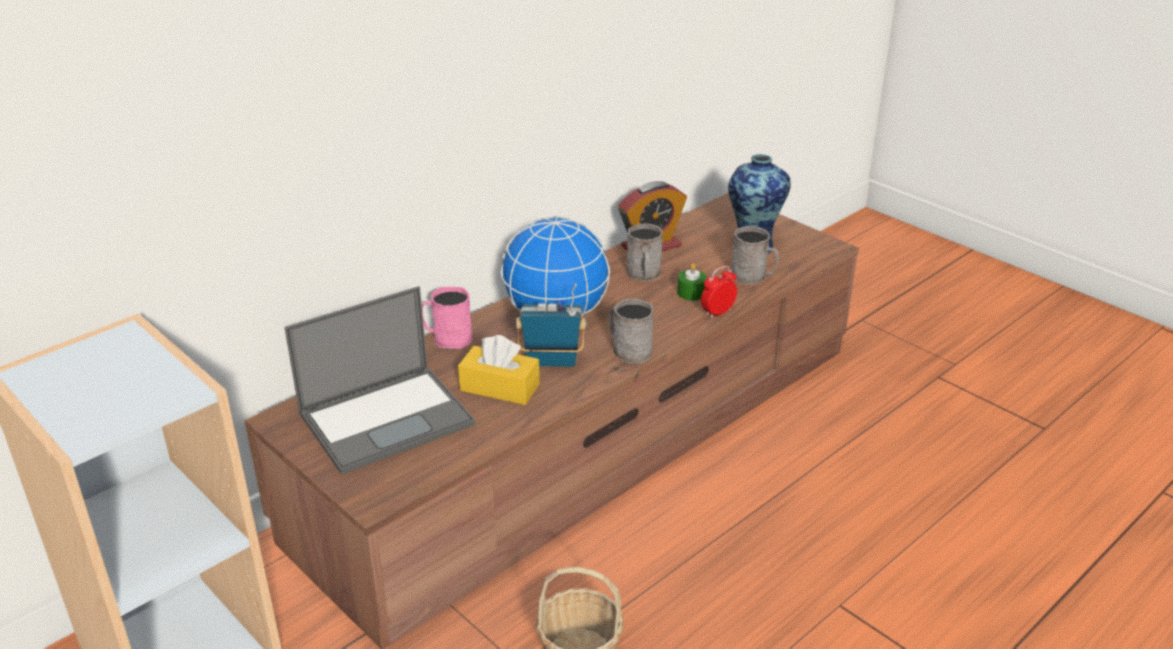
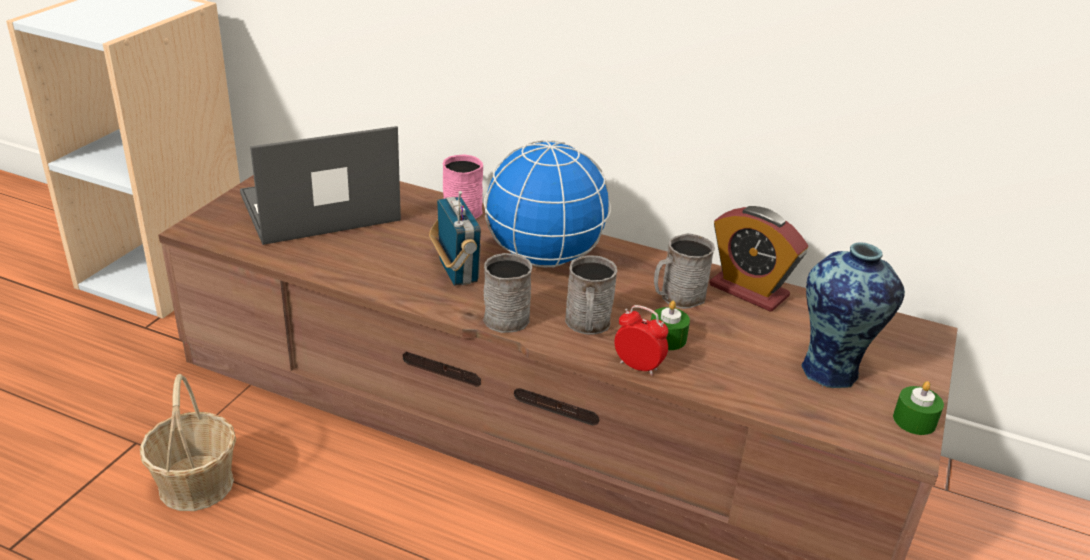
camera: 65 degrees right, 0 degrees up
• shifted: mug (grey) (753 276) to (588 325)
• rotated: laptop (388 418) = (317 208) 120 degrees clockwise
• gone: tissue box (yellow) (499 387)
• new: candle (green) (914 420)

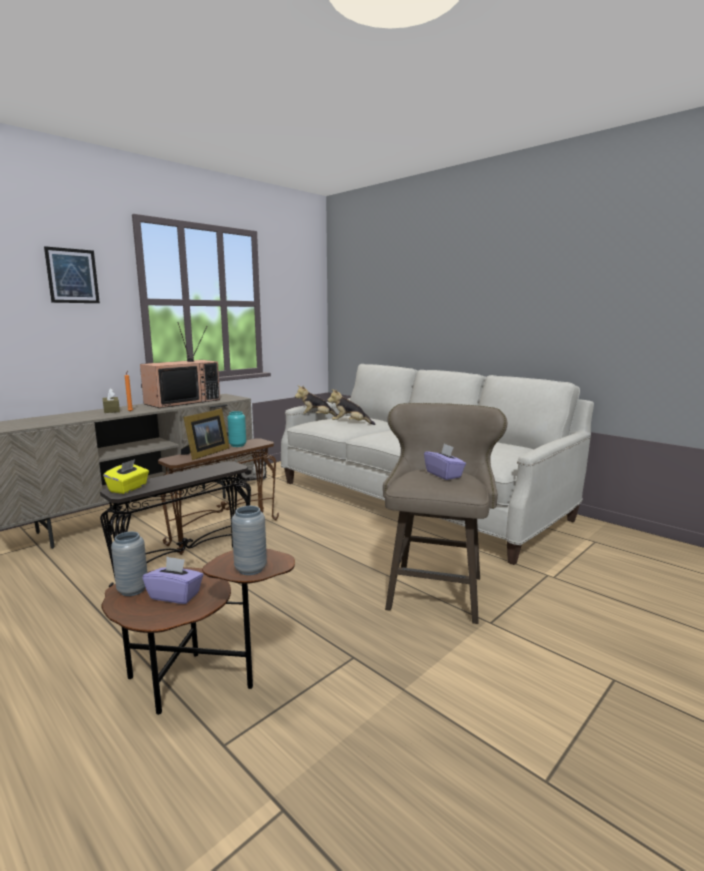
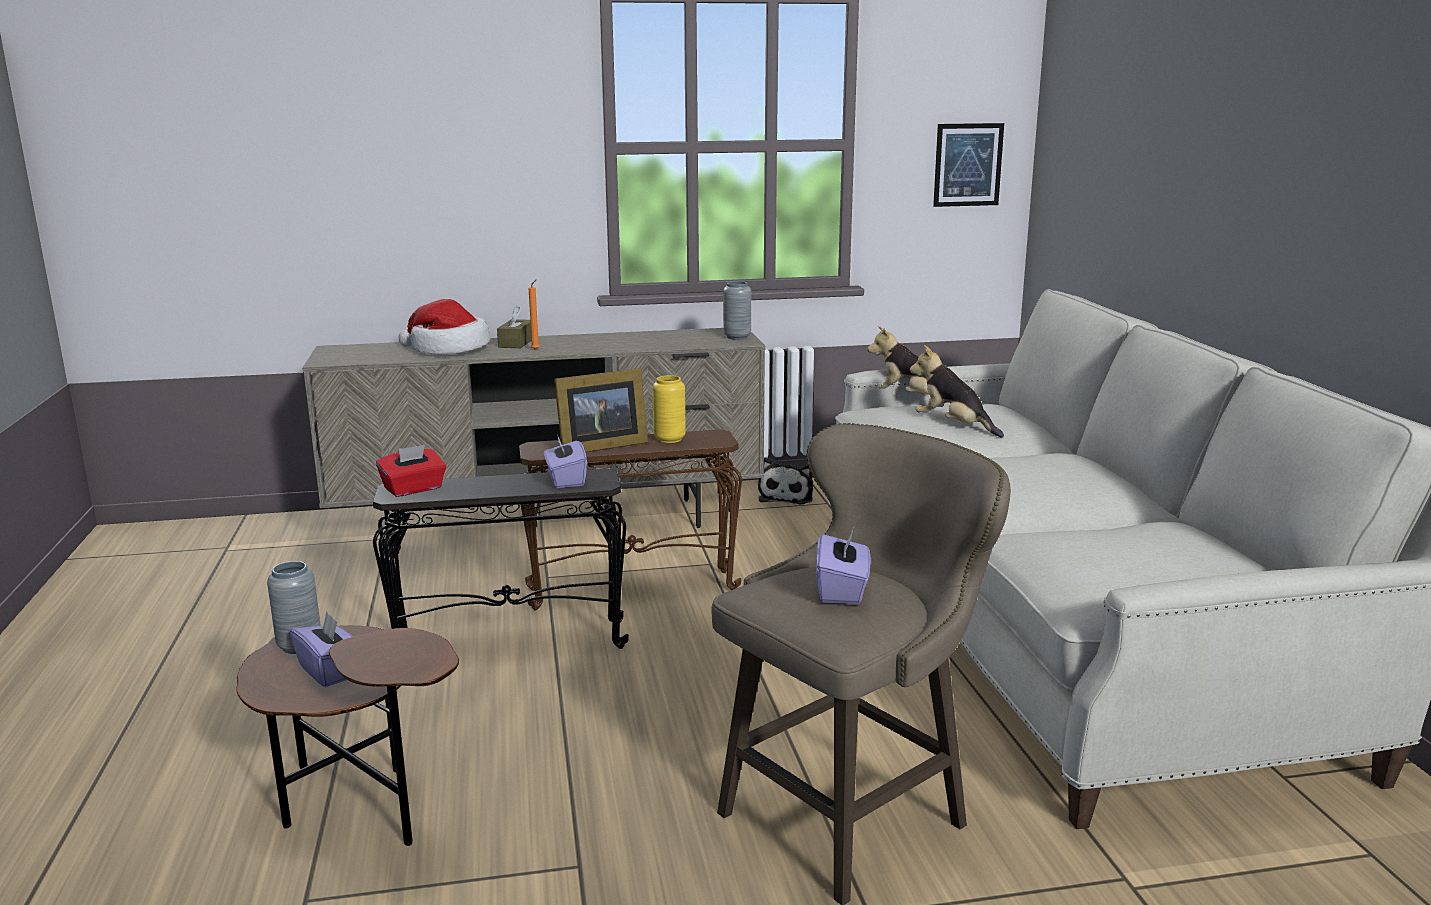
camera: 35 degrees right, 5 degrees up
• shifted: picture (72 276) to (968 165)
• gone: television (183 401)
• repainted: vase (turquoise) (237 445) to vase (yellow) (669 439)
• repainted: tissue box (yellow) (128 488) to tissue box (red) (414 489)
• shifted: vase (grey) (250 569) to (737 337)
• new: hat (448 349)
• new: tissue box (purple) (565 480)

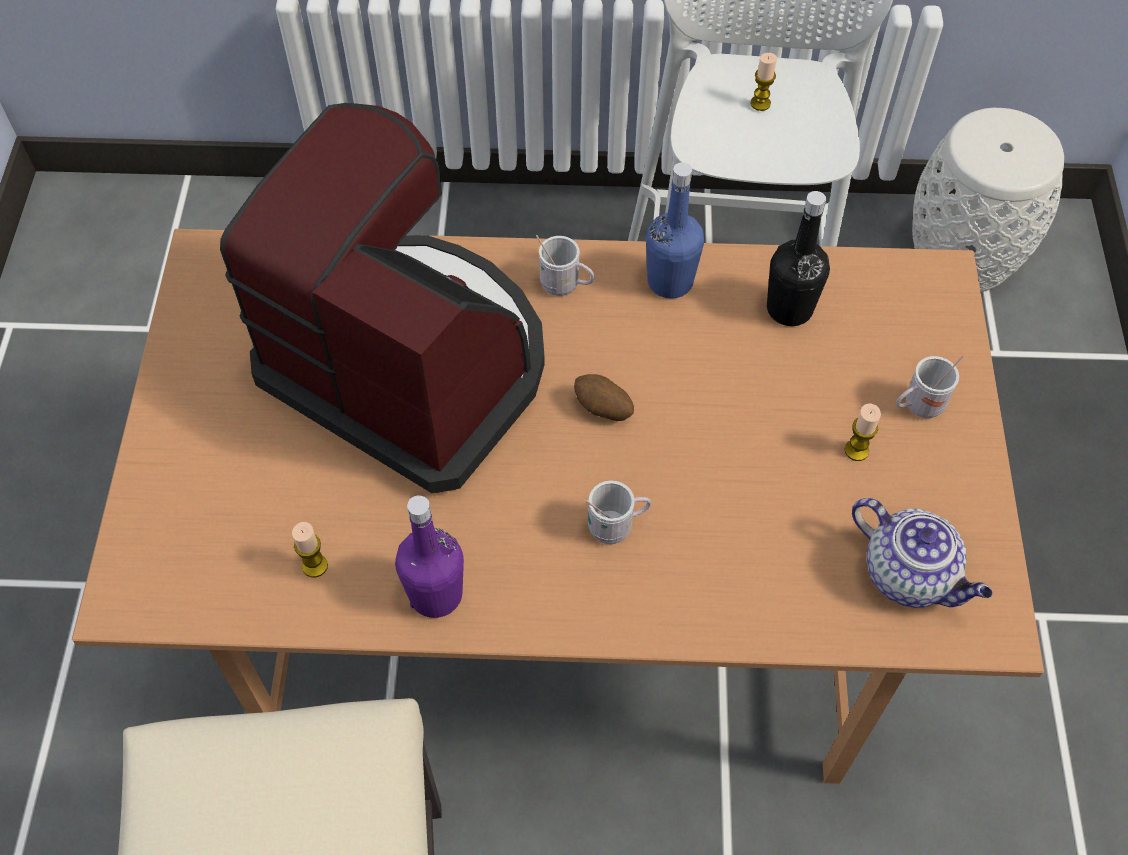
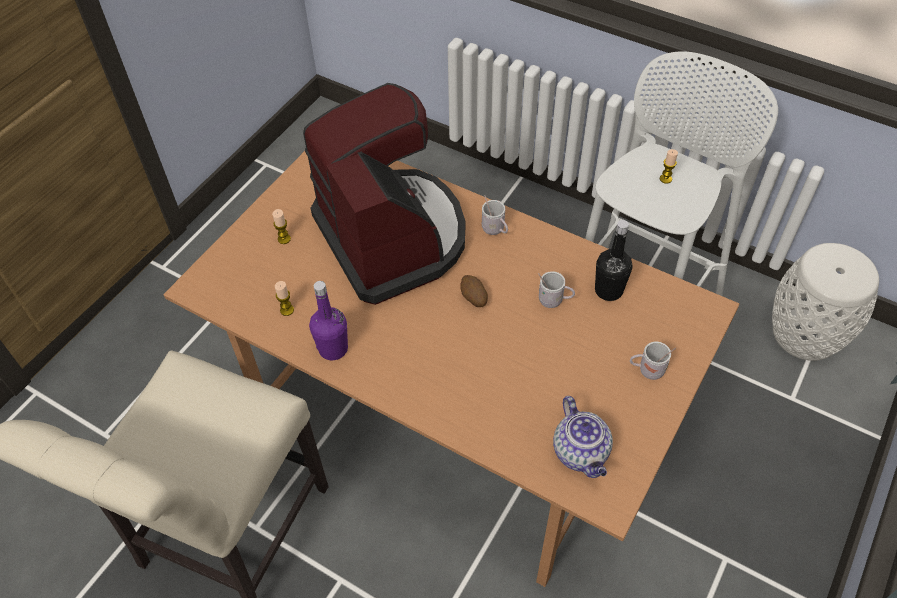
camera: 30 degrees right, 5 degrees down
• gone: bottle (blue) (670 281)
• shifted: candle (856 450) to (284 239)
• shifted: mug (white) (616 526) to (554 301)

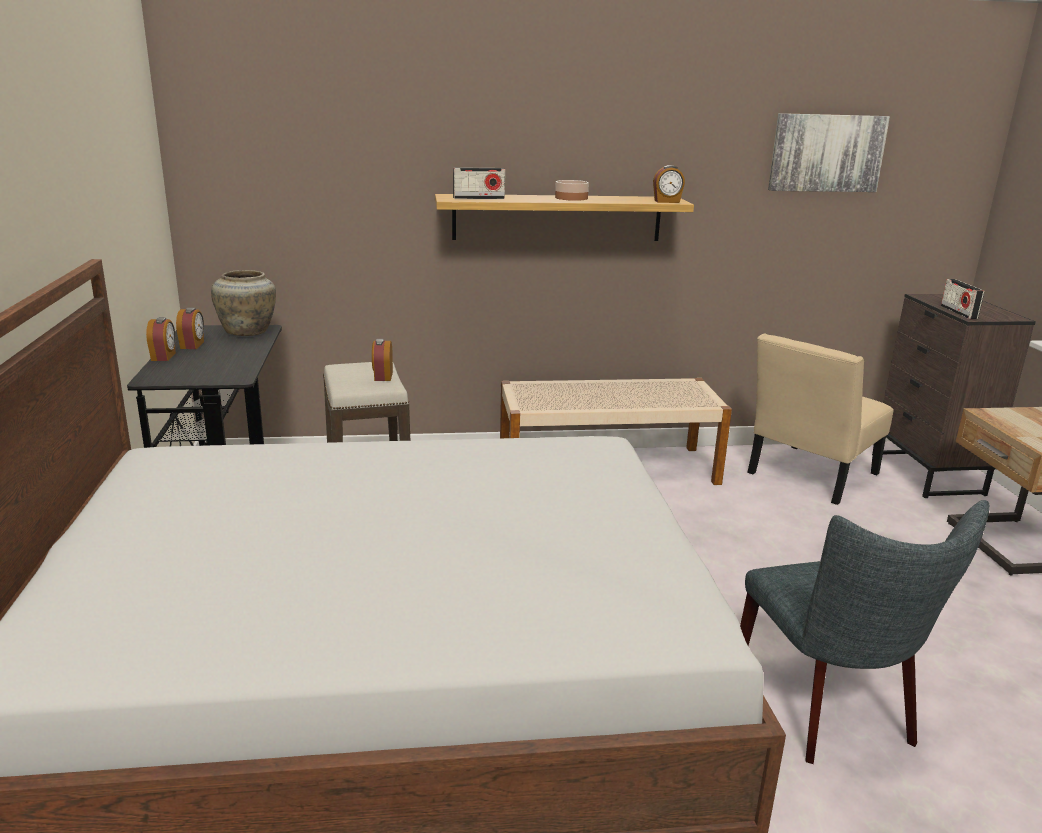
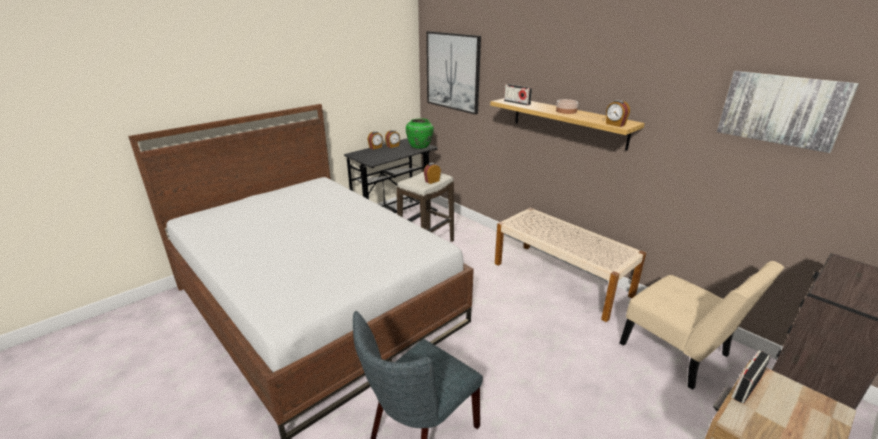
camera: 55 degrees right, 5 degrees up
• repainted: vase (beige) (248 332) to vase (green) (420 146)
• shifted: radio (958 312) to (746 387)
• rotated: chair (beige) (808 476) = (679 353) 135 degrees counterclockwise
• new: picture (453 72)

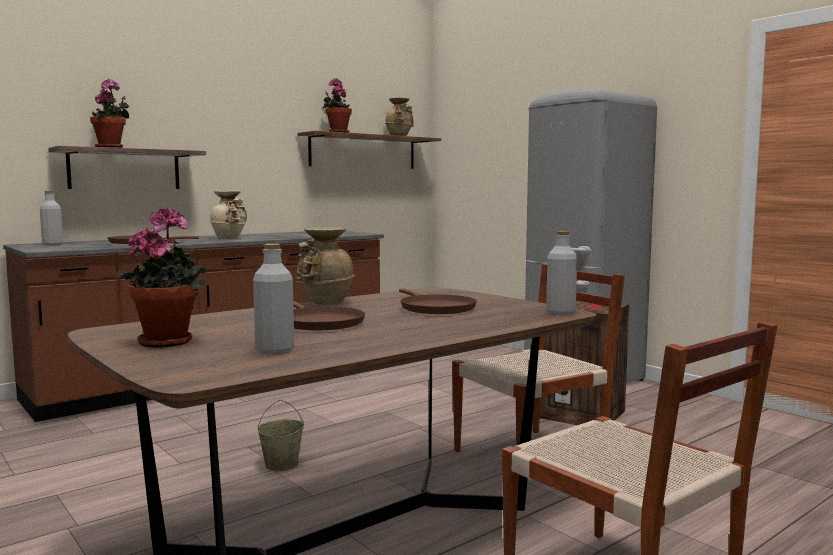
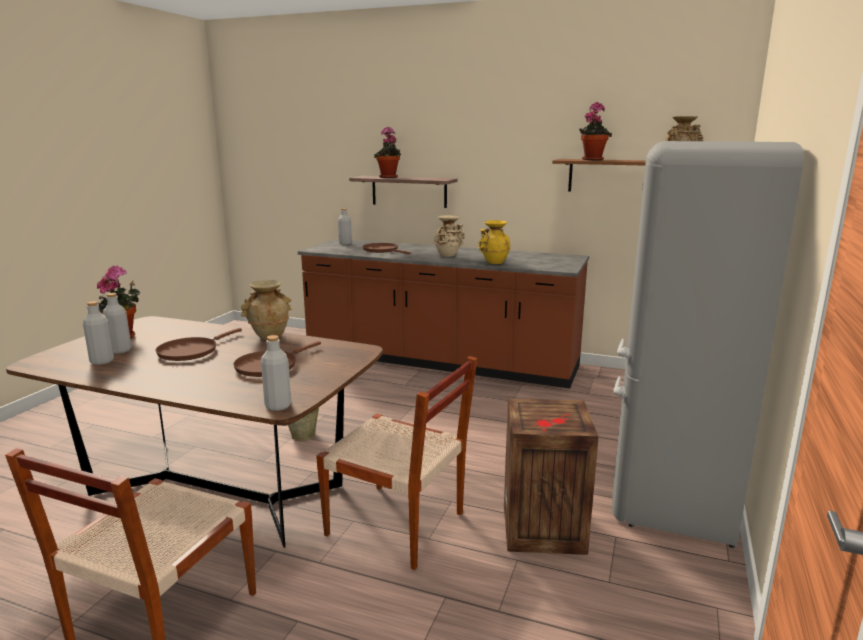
camera: 60 degrees right, 10 degrees up
• new: vase (yellow) (493 262)
• new: bottle (grey) (120 350)

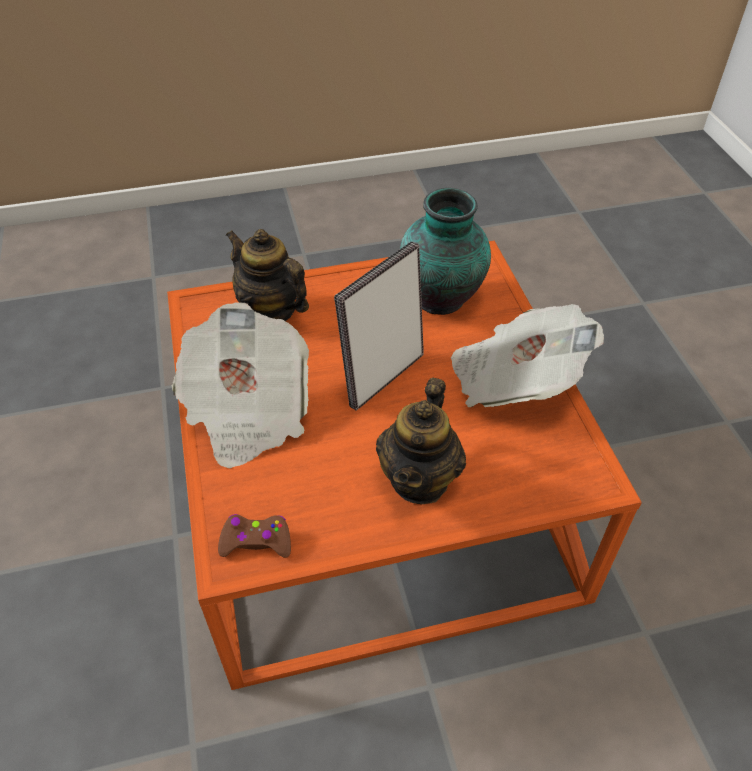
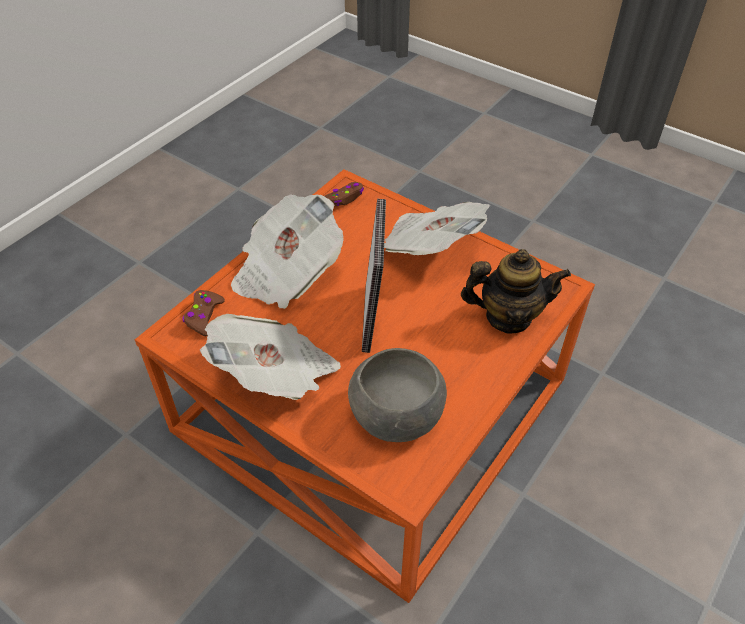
camera: 140 degrees right, 0 degrees up
• swapped: vase (443 298) to bowl (grey) (396 415)
• swapped: teapot (420 479) to newspaper (287 272)
• new: game controller (brown) (204 316)

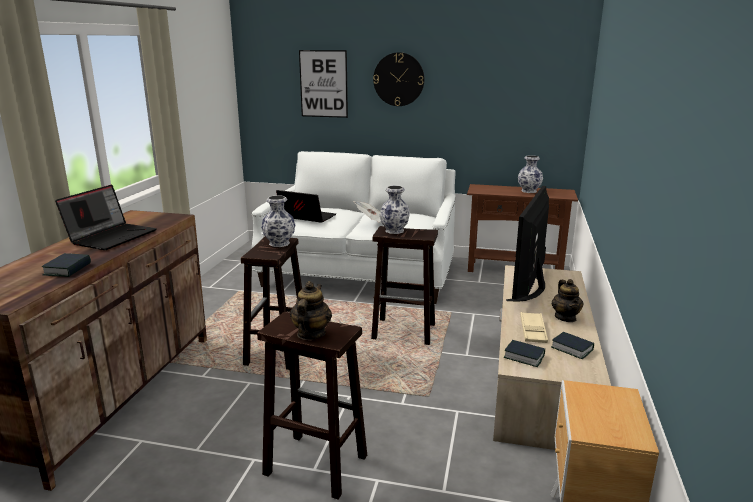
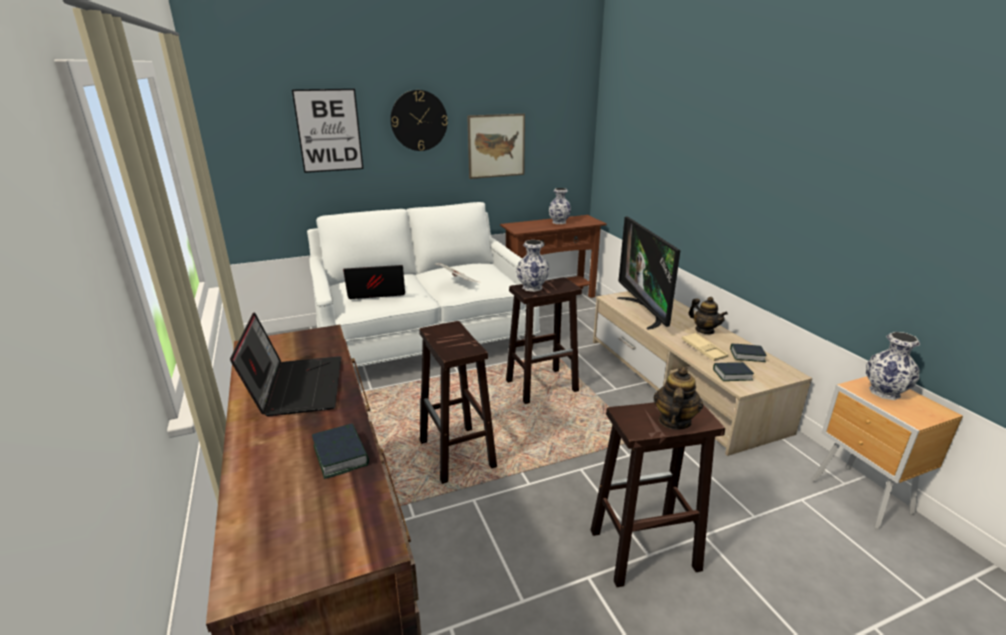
camera: 35 degrees left, 5 degrees up
• shifted: vase (279 243) to (883 392)
• rotated: teapot (311 334) = (674 421) 45 degrees clockwise
• new: picture (496 146)

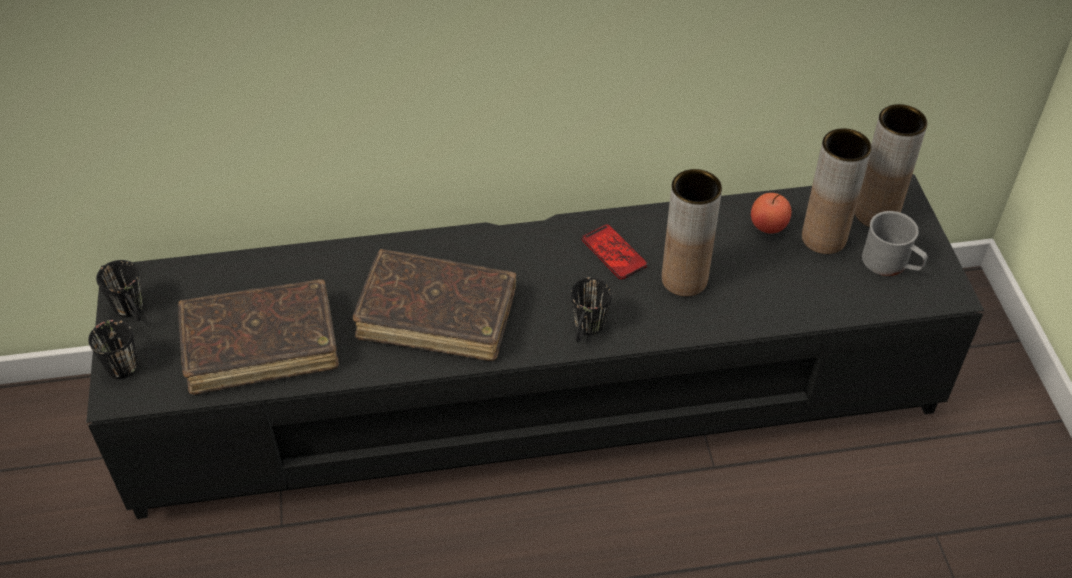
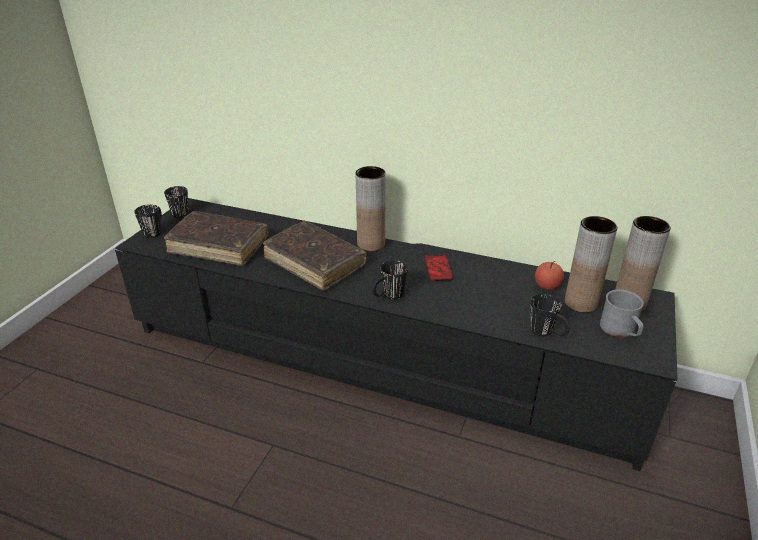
camera: 30 degrees right, 15 degrees down
• shifted: vase (brown) (684 279) to (371 244)
• new: mug (black) (547 333)

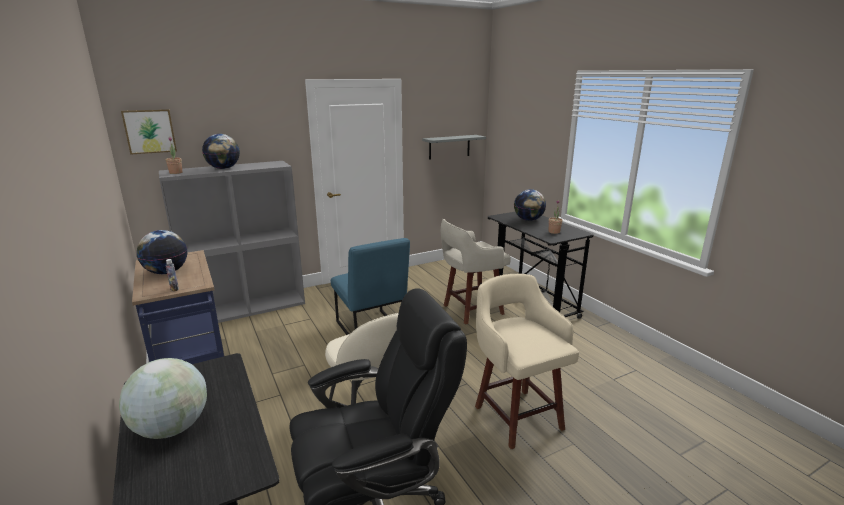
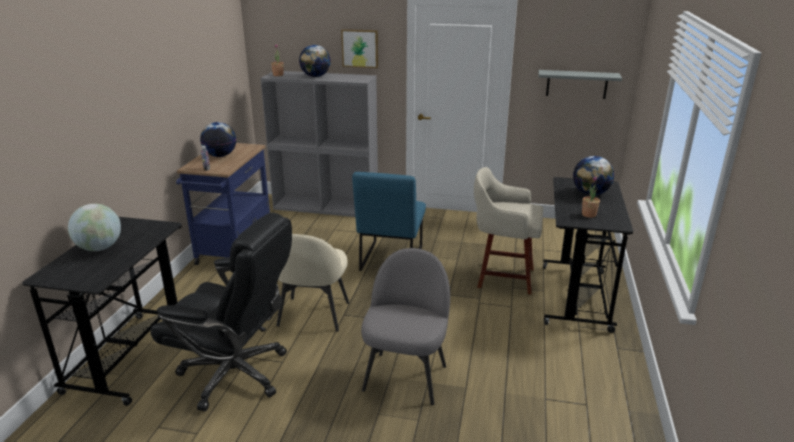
camera: 40 degrees right, 5 degrees up
• shifted: picture (149 131) to (360 48)
• swapped: stool (beige) (516 415) to chair (grey) (406 376)

